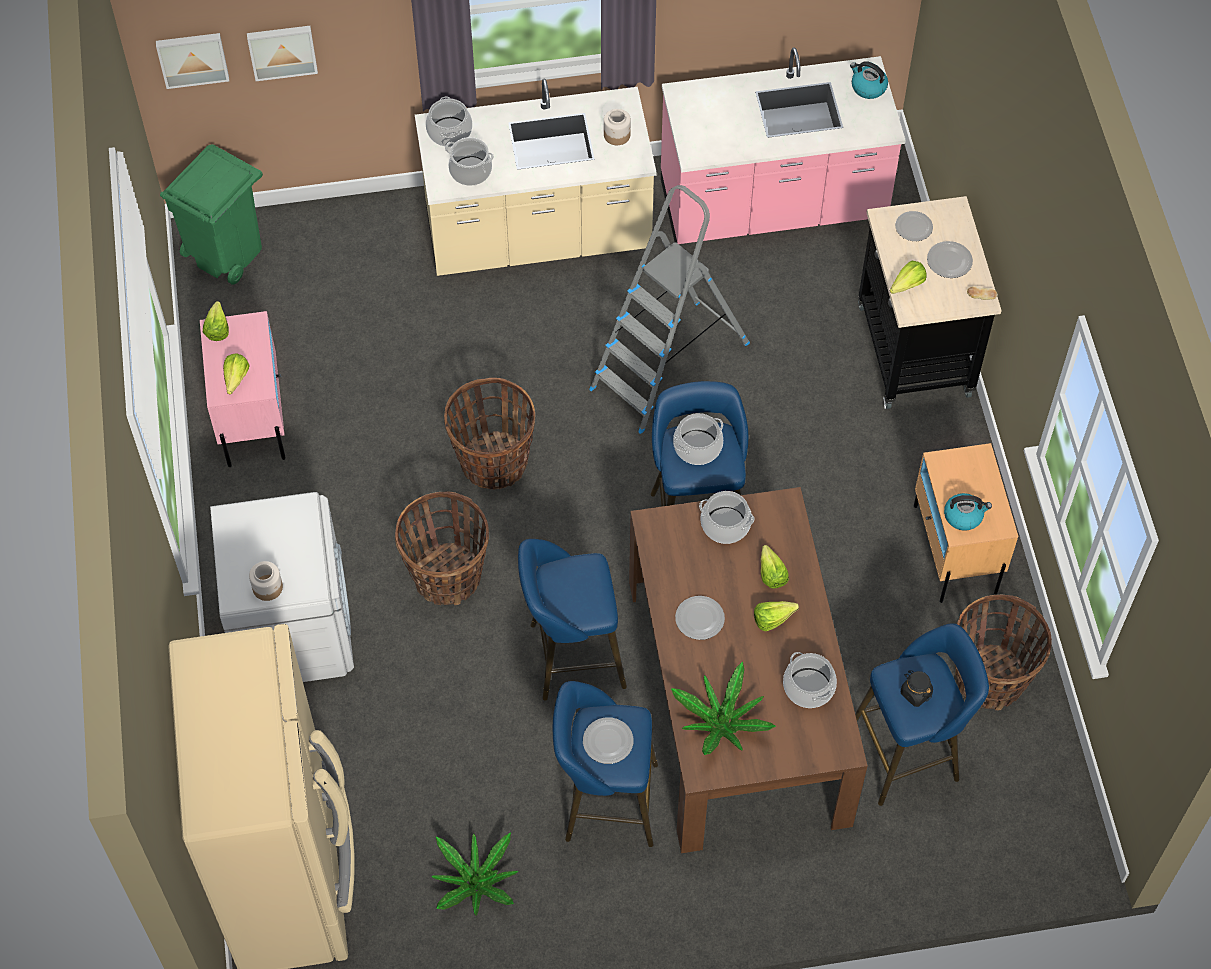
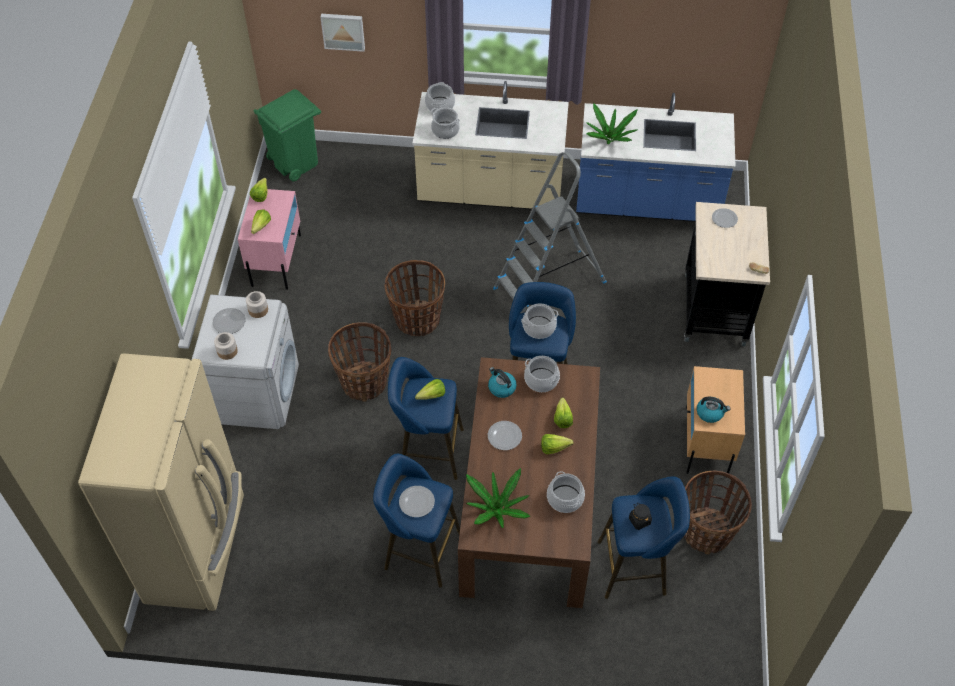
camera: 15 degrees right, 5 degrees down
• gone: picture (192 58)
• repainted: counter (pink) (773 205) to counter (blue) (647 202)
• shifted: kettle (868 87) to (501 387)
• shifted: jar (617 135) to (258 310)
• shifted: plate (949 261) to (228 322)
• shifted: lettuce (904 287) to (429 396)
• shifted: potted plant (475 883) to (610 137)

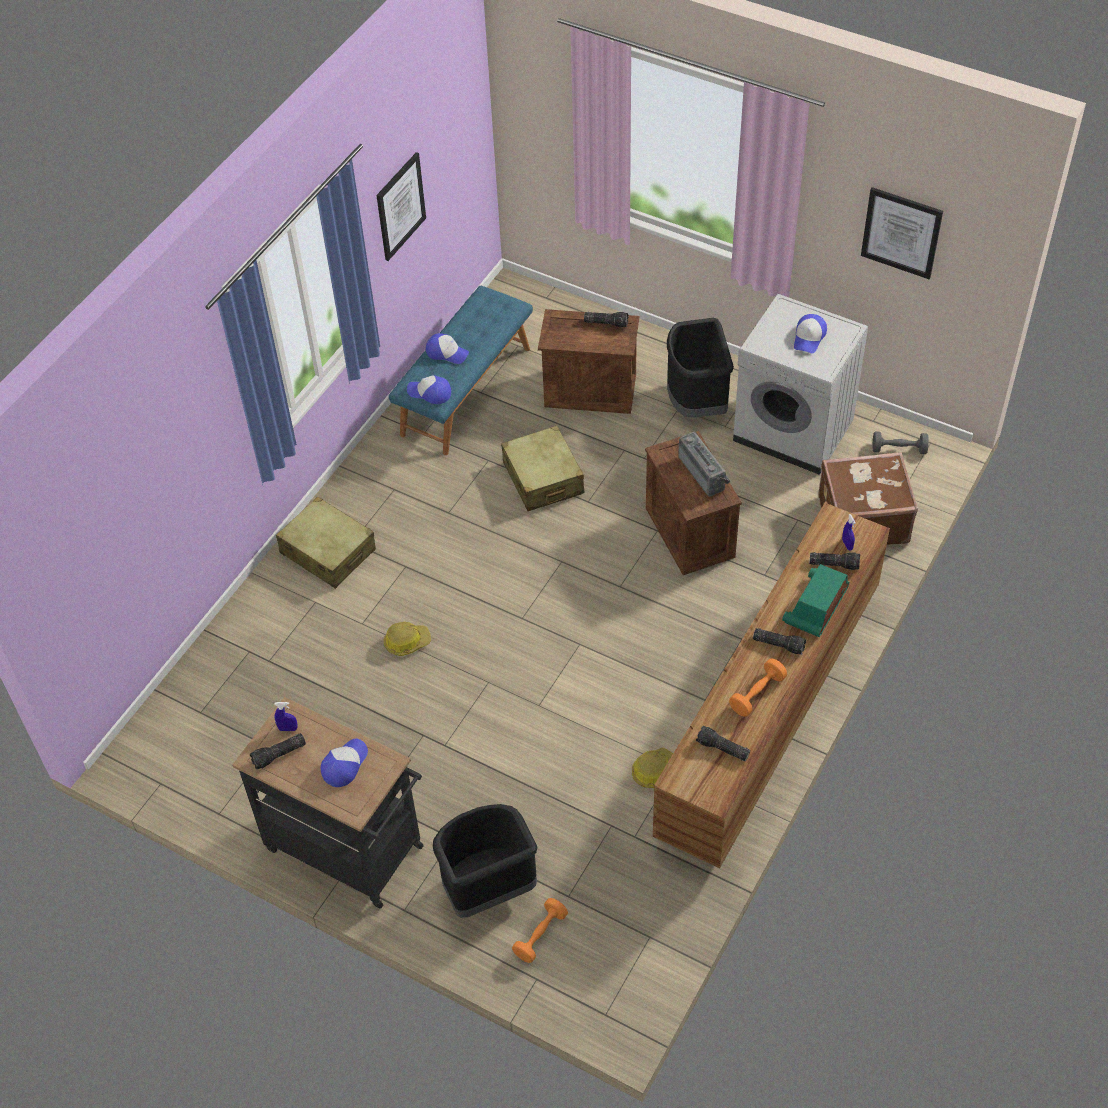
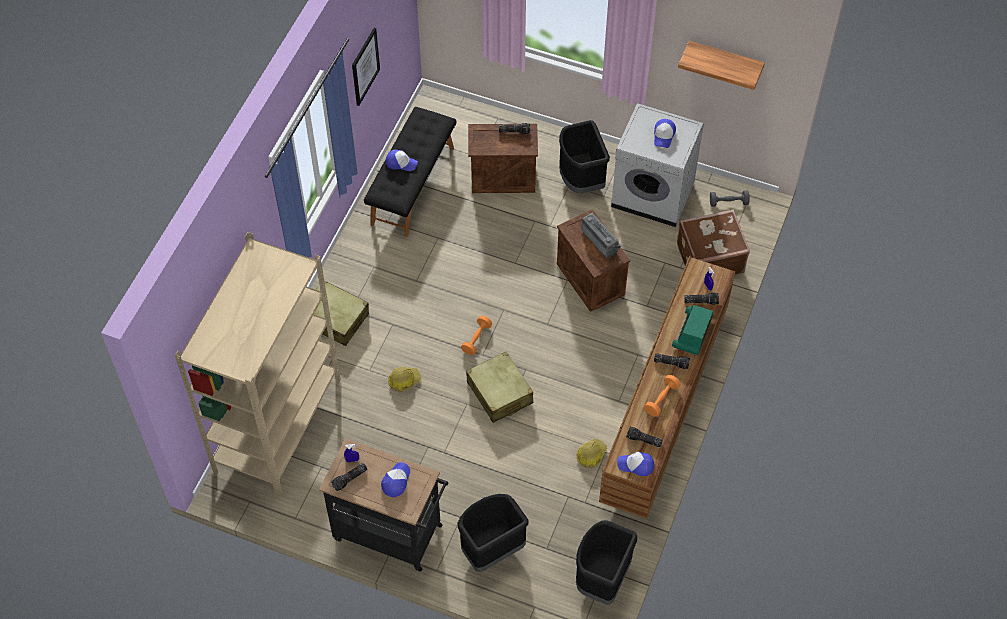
camera: 10 degrees left, 5 degrees up
• swapped: picture (901 232) to shelf (725 61)
• repainted: bench (blue) (465 390) to bench (black) (412 185)
• shifted: cap (430 393) to (636 465)
• shifted: suitcase (beige) (543 478) to (499 393)
• shifted: dumbbell (orange) (540 935) to (476 339)
• new: bookcase (beige) (278 425)
• new: trash can (black) (601 579)

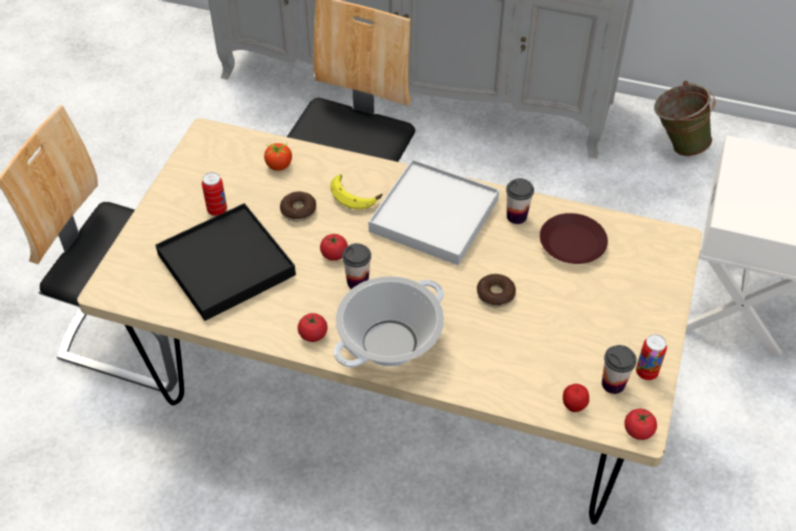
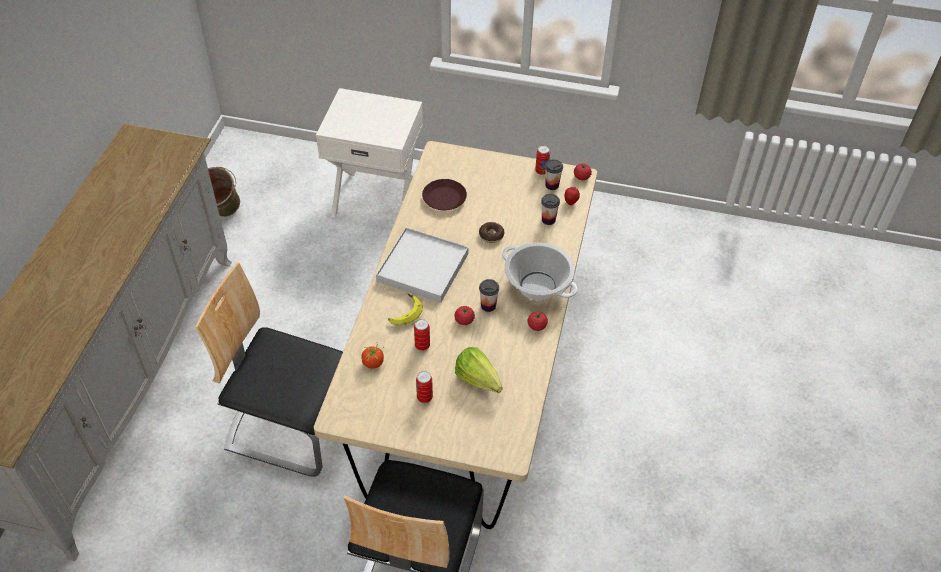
camera: 95 degrees left, 0 degrees up
• shifted: cup (516 216) to (548 220)
• swapped: donut (298 211) to can (422 345)
• swapped: tray (black) (226 265) to lettuce (480 383)

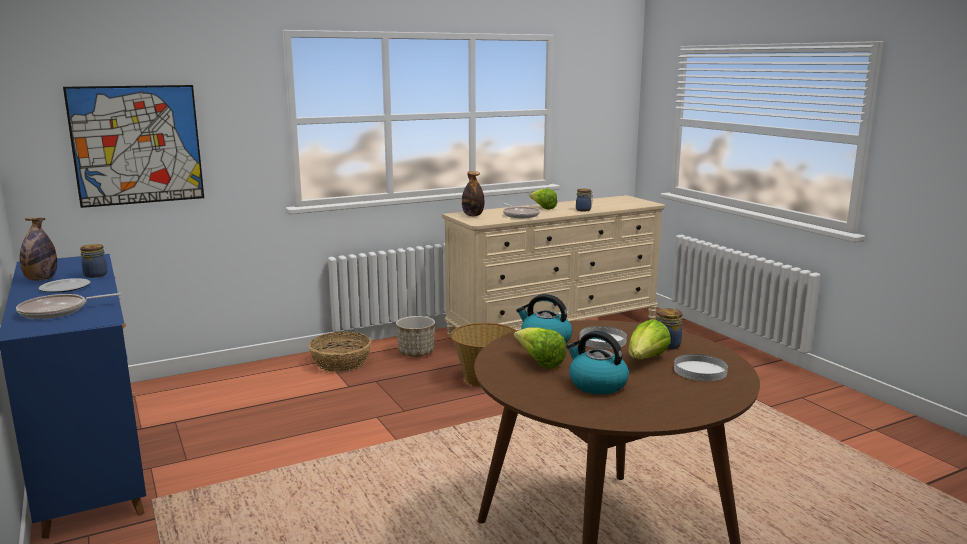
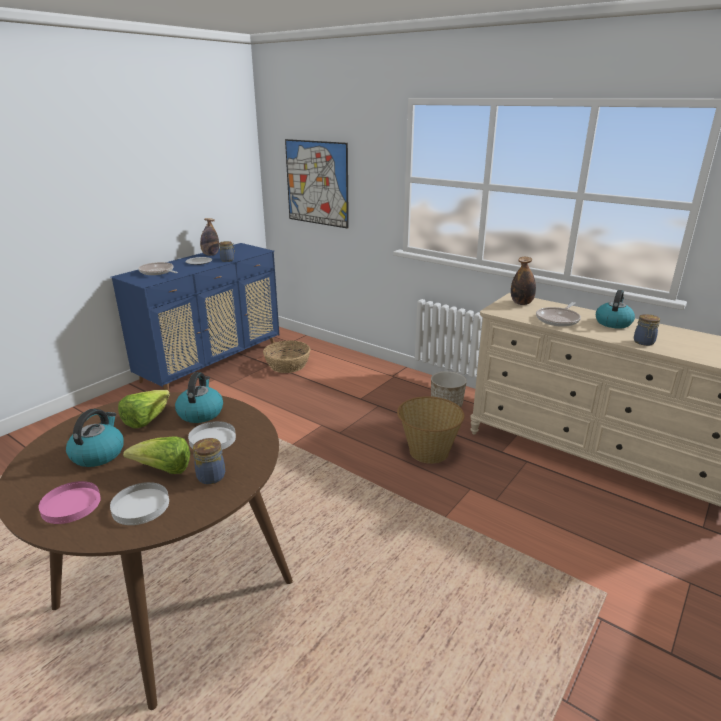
camera: 65 degrees right, 10 degrees up
• swapped: lettuce (543 208) to kettle (613 323)
• shifted: basket (341 363) to (287 365)
• new: plate (pink) (70 505)

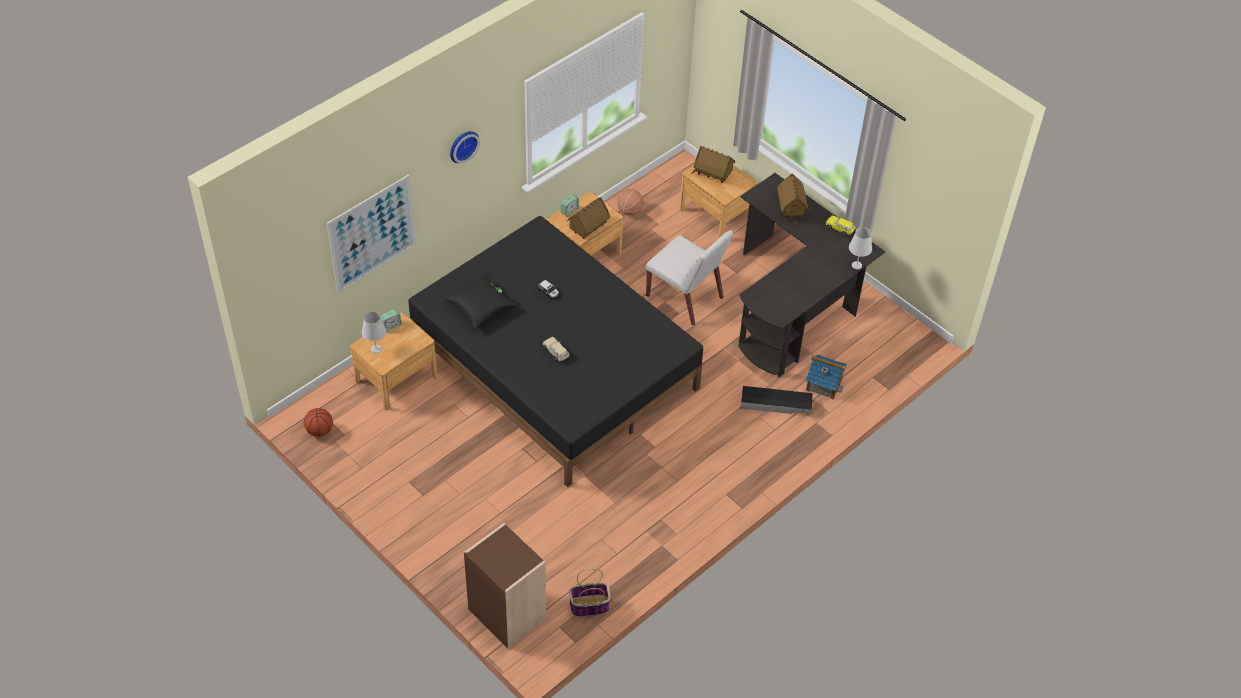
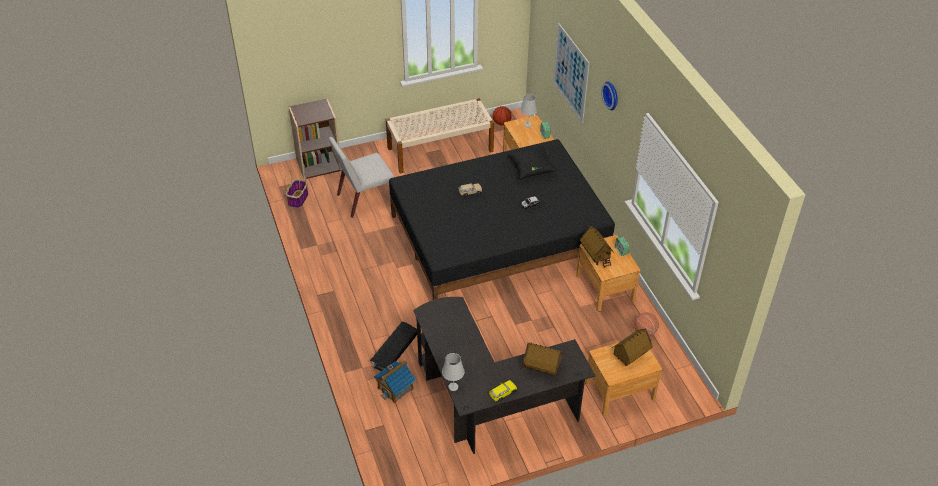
camera: 115 degrees right, 5 degrees down
• shifted: chair (white) (685 297) to (364 199)
• new: bench (beige) (440 149)

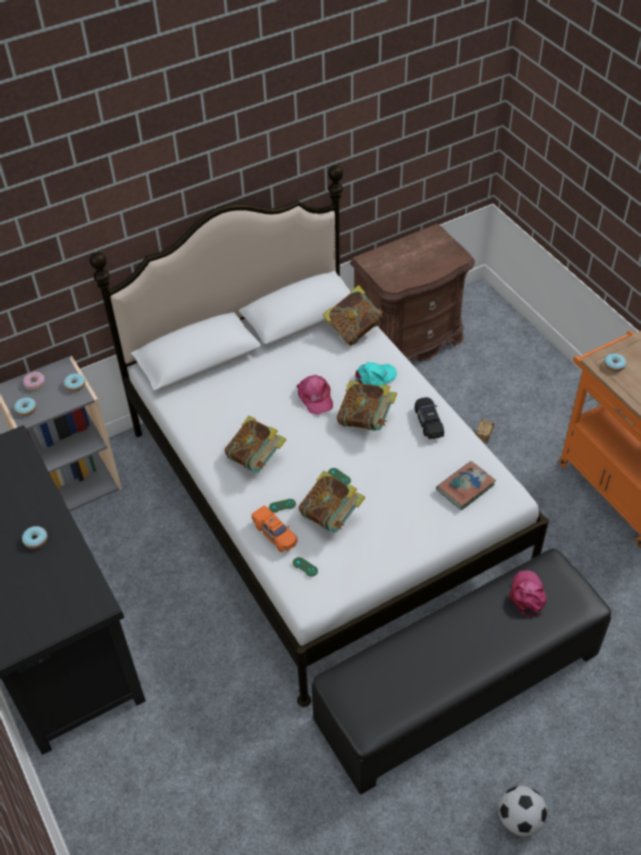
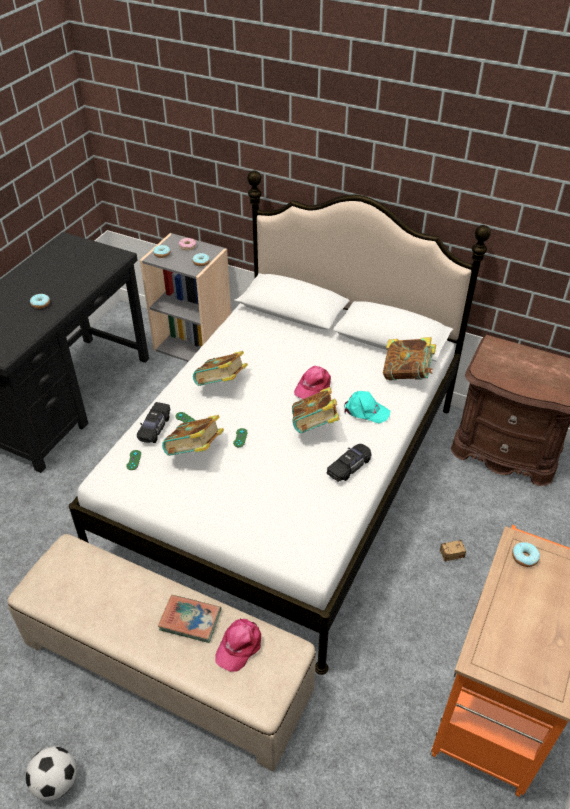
camera: 55 degrees right, 5 degrees down
• shifted: book (465 487) to (190 620)
• repainted: toy car (orange) (275 534) to toy car (black) (154 428)
• repainted: bench (black) (458 684) to bench (beige) (168 665)
• rotated: cap (pink) (527 595) = (239 645) 150 degrees clockwise

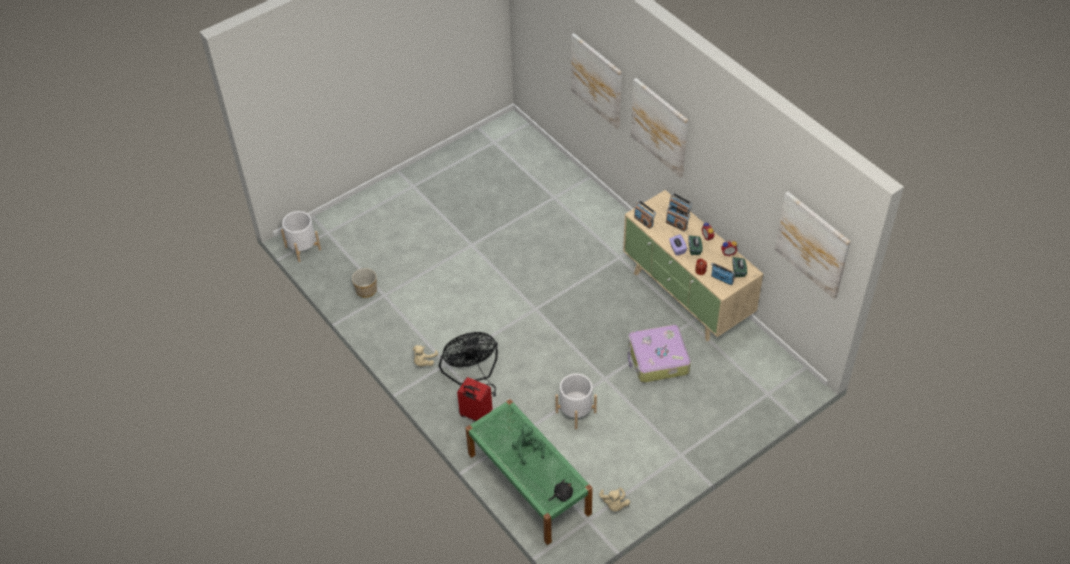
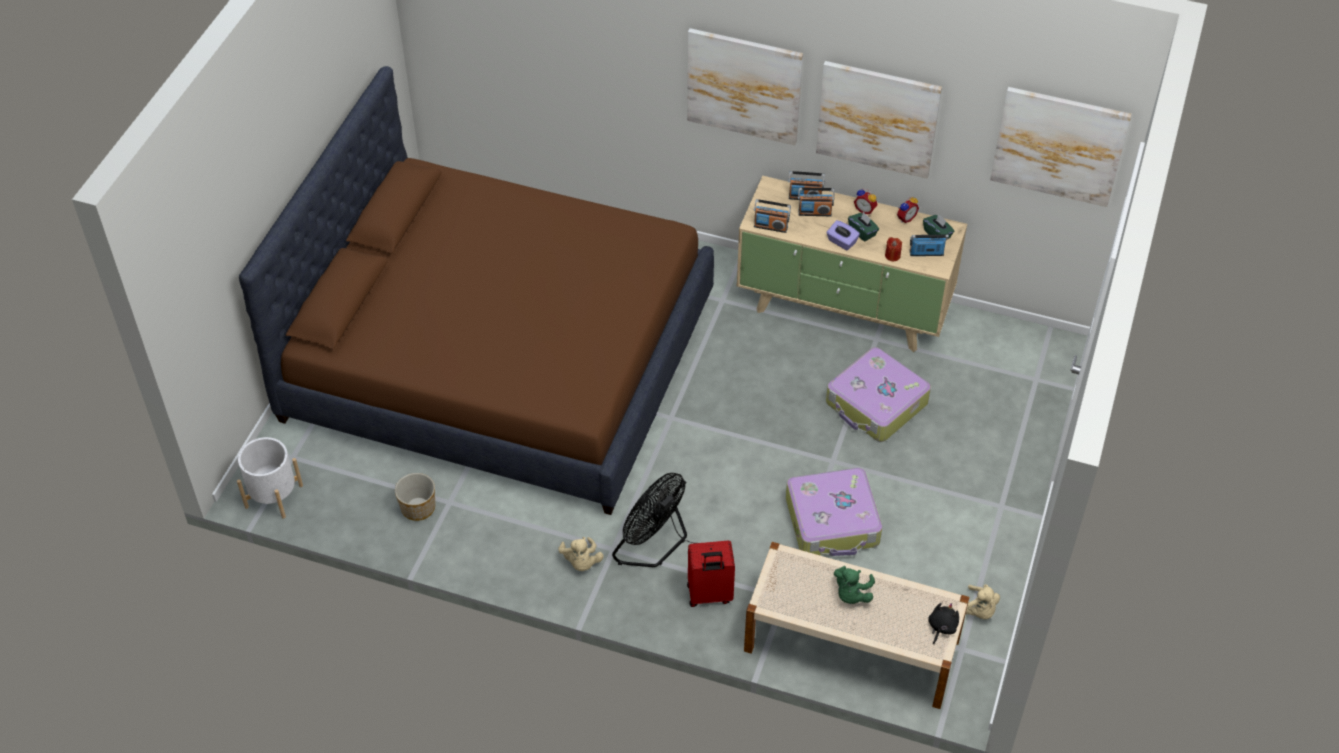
camera: 35 degrees left, 0 degrees up
• shifted: picture (596 80) to (877 118)
• swapped: planter (white) (576 412) to suitcase (833 522)
• repainted: bench (green) (528 484) to bench (beige) (851 645)
• rotated: plush toy (green) (528 450) = (851 594) 105 degrees counterclockwise
• new: bed (brown) (499 356)

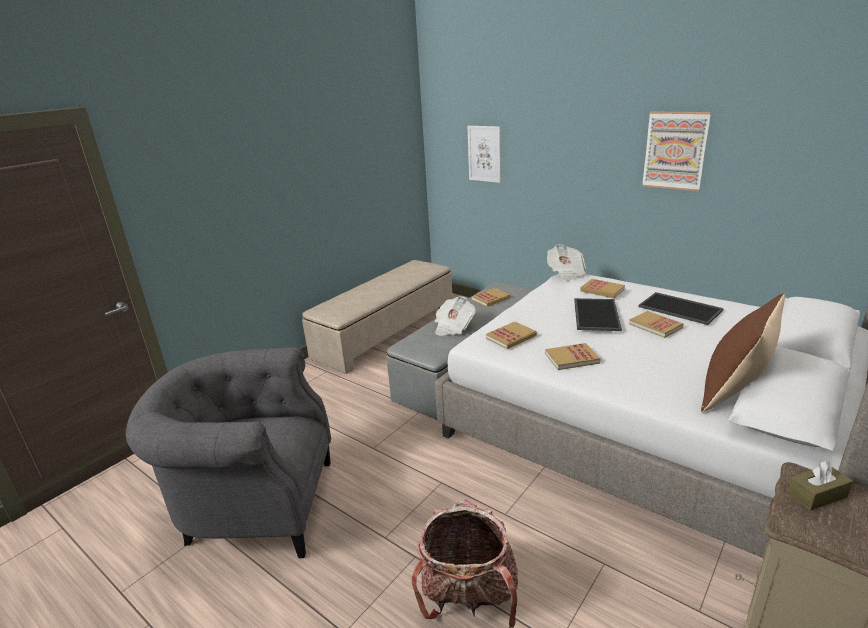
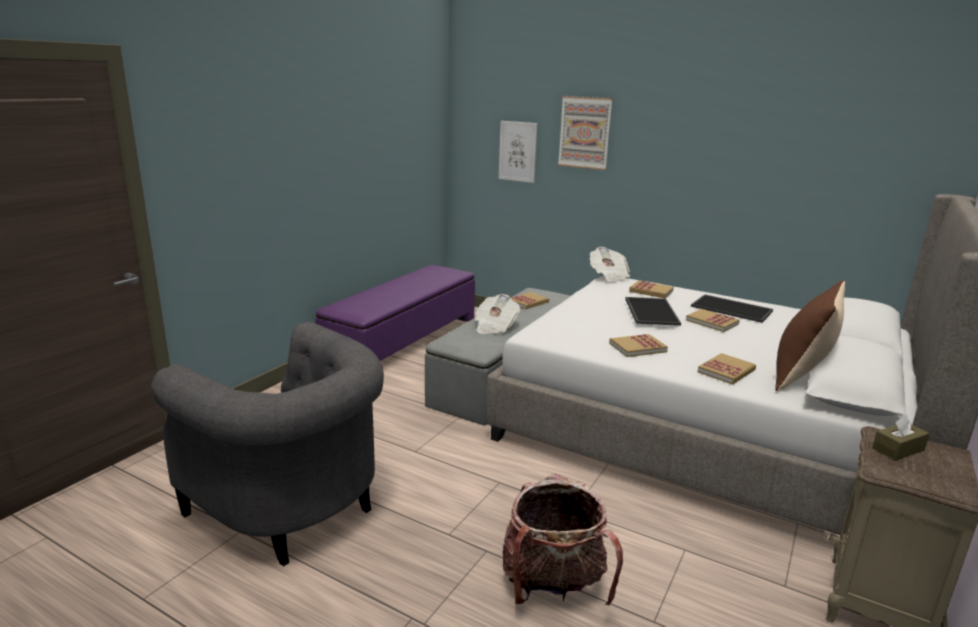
camera: 10 degrees left, 5 degrees down
• shifted: picture (675 150) to (585 132)
• repainted: bench (beige) (386 331) to bench (purple) (403 340)
• shifted: book (511 337) to (726 371)
• rotated: armchair (grey) (255 507) = (290 510) 135 degrees counterclockwise

